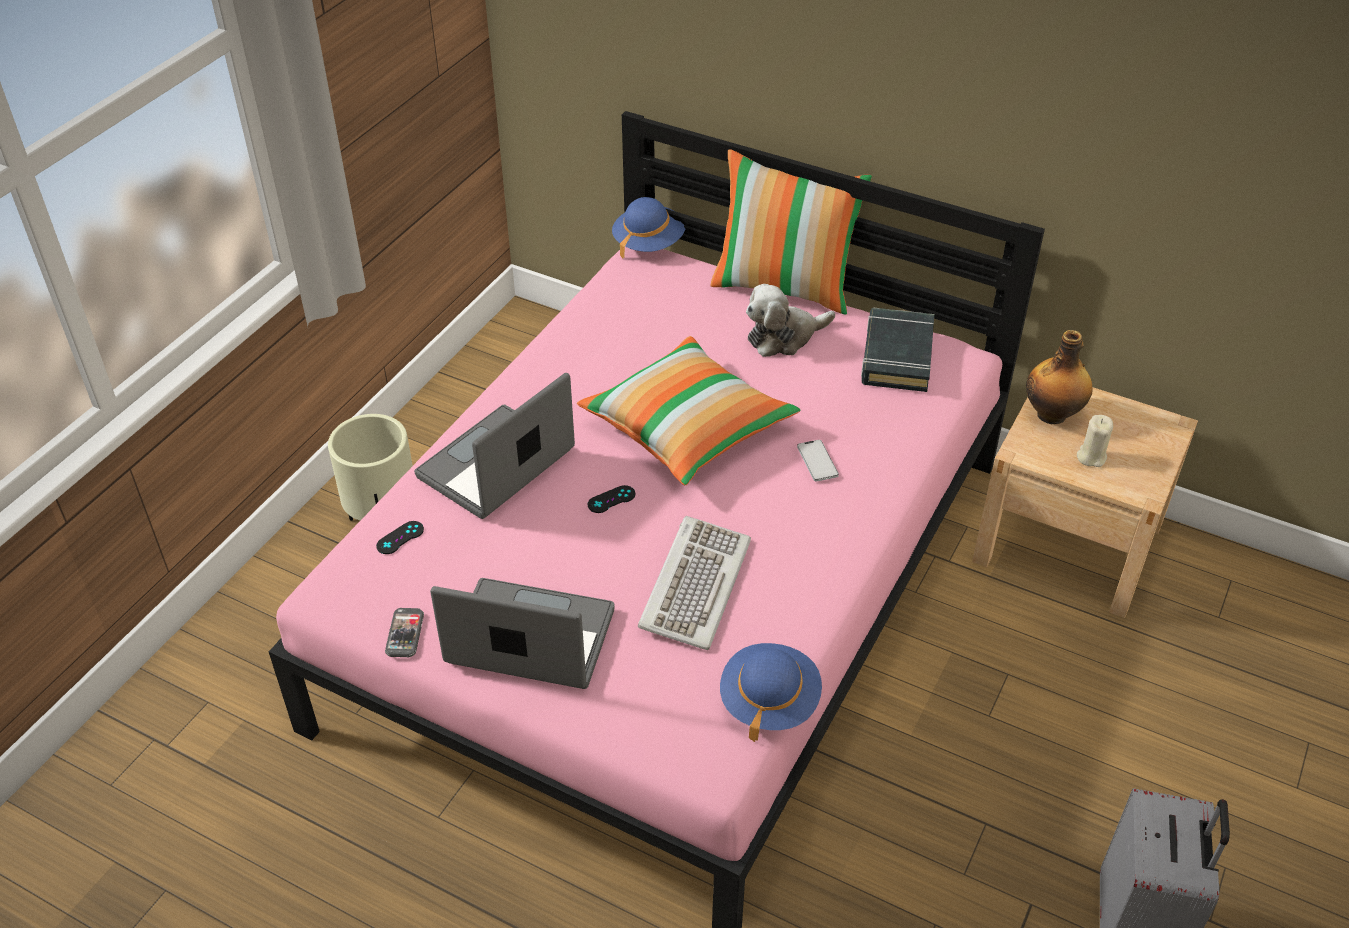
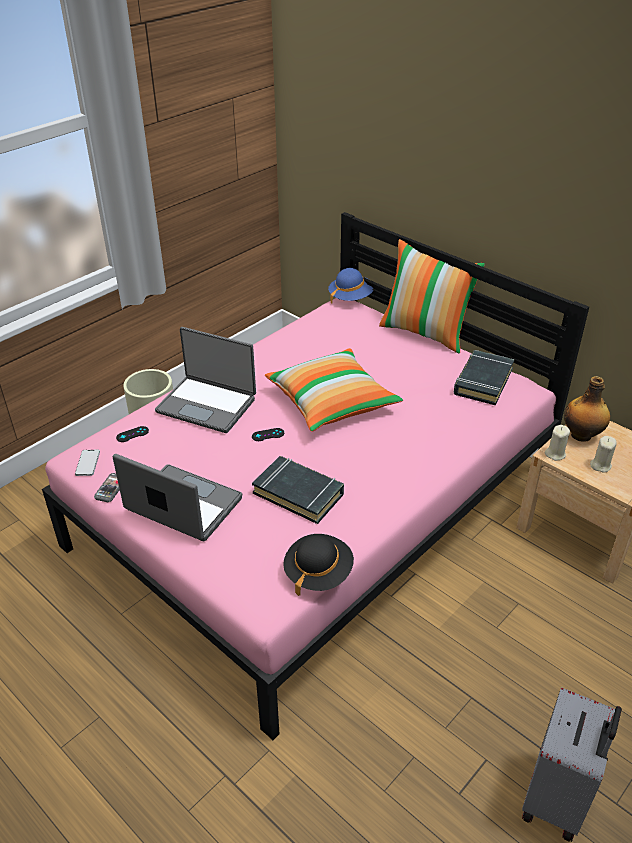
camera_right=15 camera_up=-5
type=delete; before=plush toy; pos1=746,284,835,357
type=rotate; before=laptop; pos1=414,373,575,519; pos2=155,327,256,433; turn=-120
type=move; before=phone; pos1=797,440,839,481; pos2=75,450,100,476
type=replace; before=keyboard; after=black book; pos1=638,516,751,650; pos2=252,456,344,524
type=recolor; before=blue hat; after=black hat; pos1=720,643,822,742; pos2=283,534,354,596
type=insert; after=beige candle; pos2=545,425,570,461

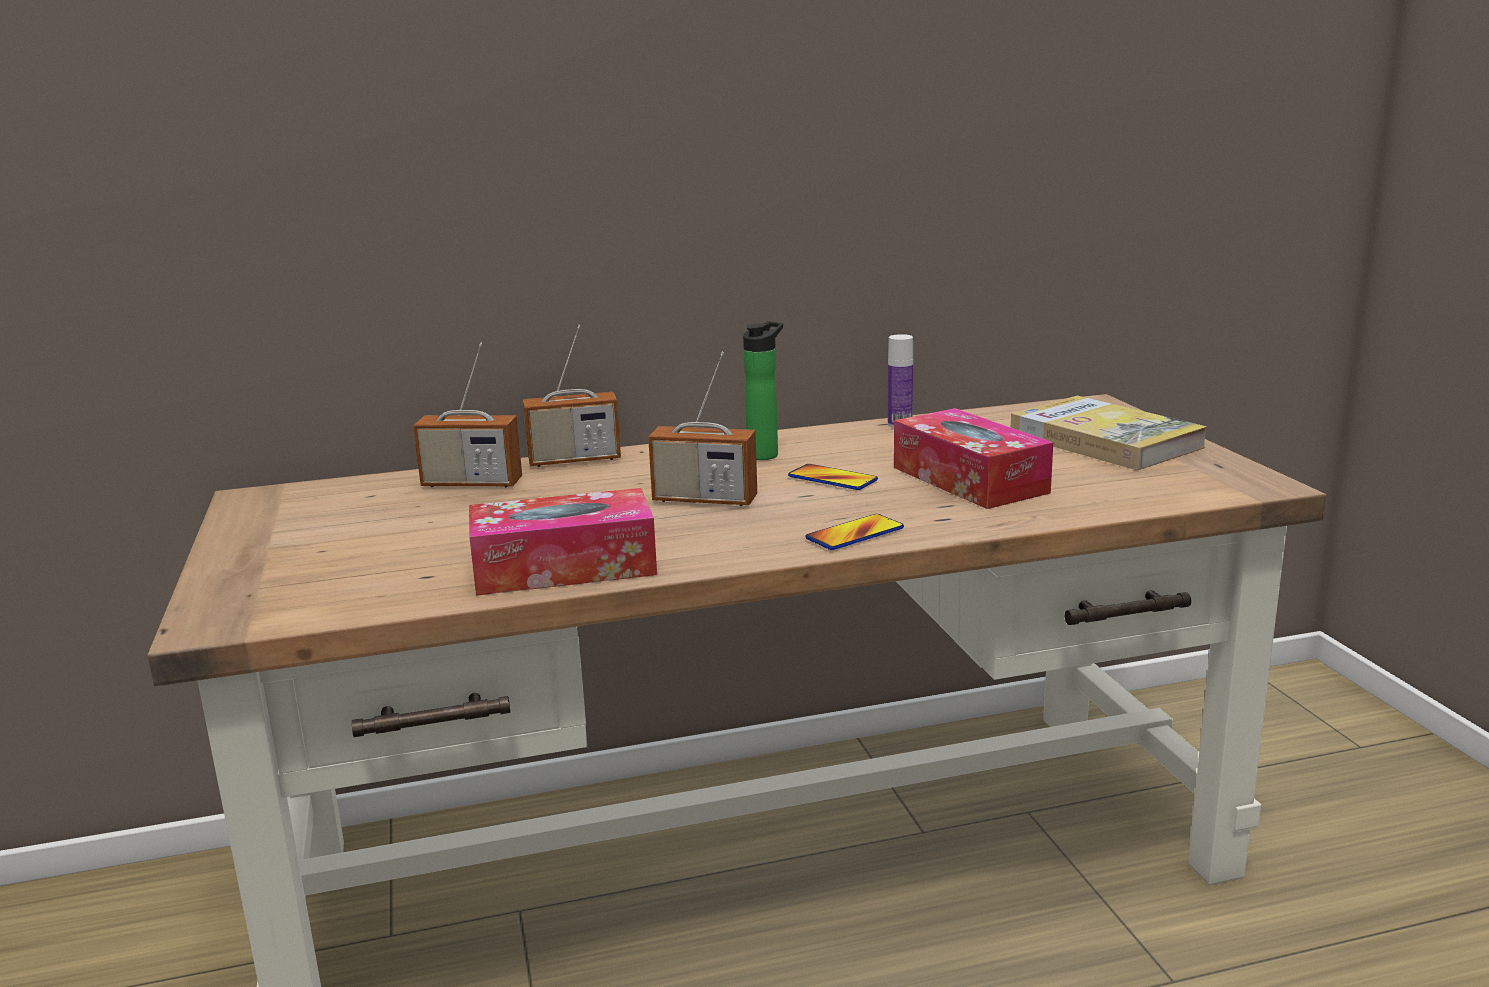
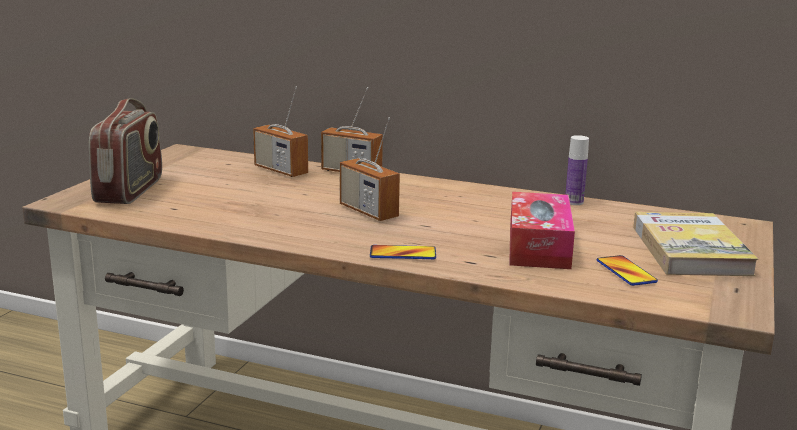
camera_right=35 camera_up=0
type=delete; before=bottle; pos1=743,321,783,460
type=move; before=phone; pos1=788,464,878,490; pos2=597,255,658,286
type=delete; before=tissue box; pos1=469,488,657,596
type=insert; after=radio; pos2=89,98,162,204

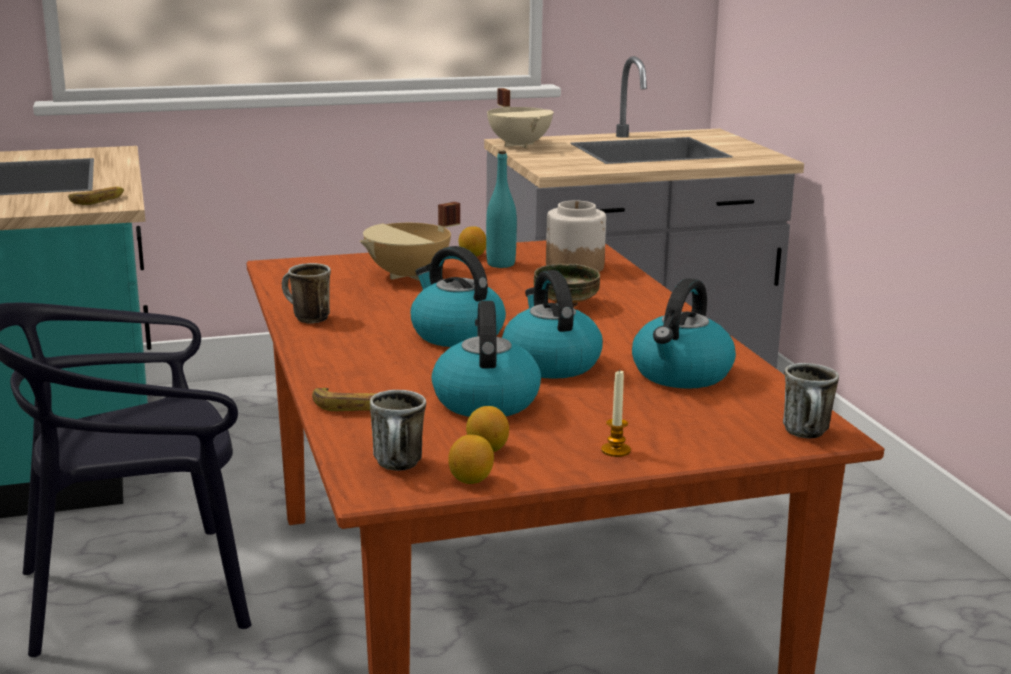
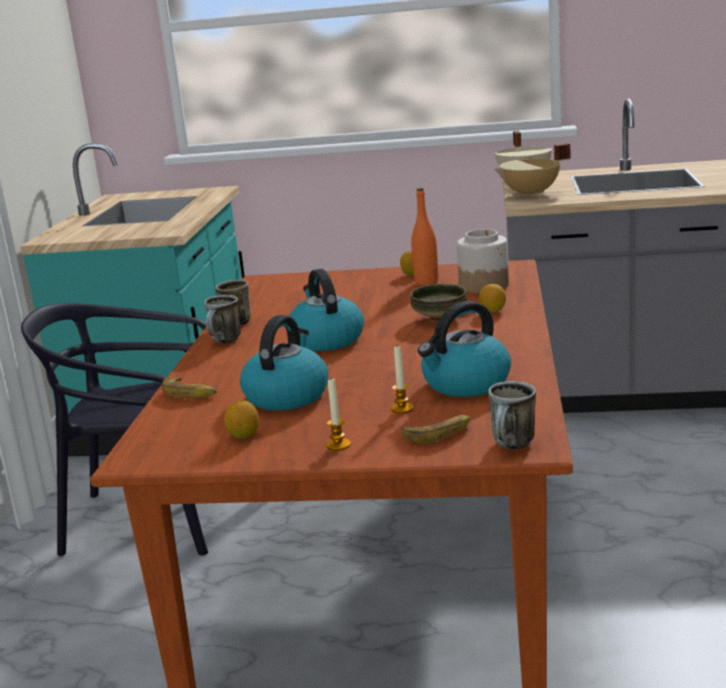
camera_right=25 camera_up=0
type=recolor; before=turquoise bottle; after=orange bottle; pos1=486,151,517,268; pos2=411,188,438,285
type=move; before=banana; pos1=68,187,124,205; pos2=402,415,471,444
type=move; before=beige cooking pot; pos1=360,202,460,281; pos2=494,143,571,197
type=delete; before=kettle; pos1=502,270,603,379
type=move; before=mug; pos1=370,390,426,471; pos2=204,295,241,343
type=move; before=lemon; pos1=448,435,494,484; pos2=479,284,506,313
type=insert; after=candle; pos2=391,346,414,414

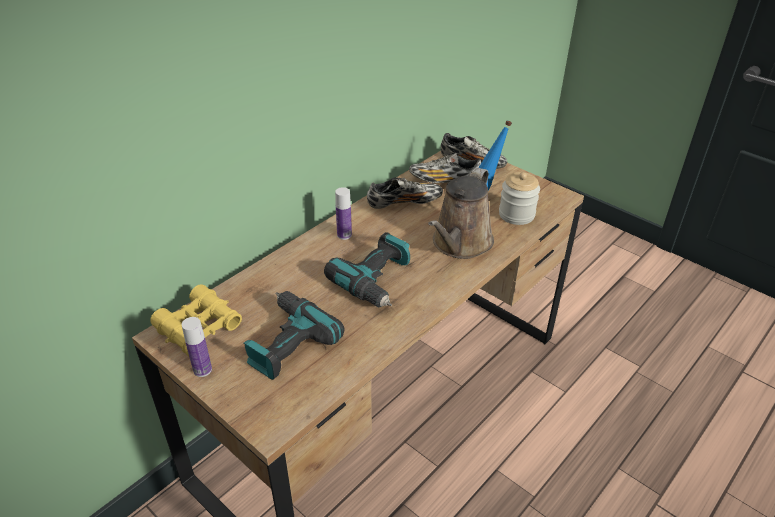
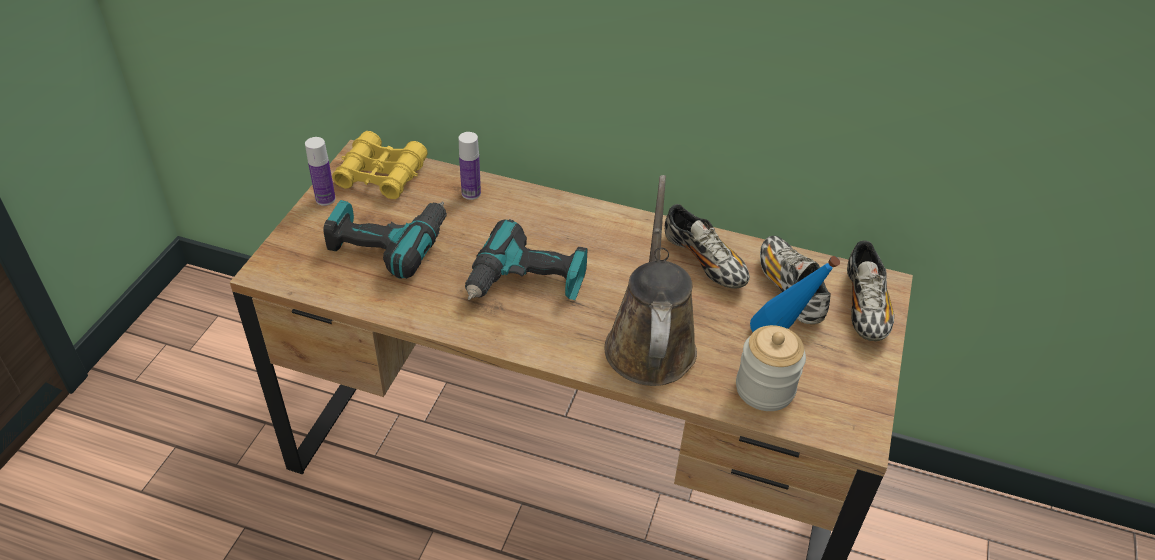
camera_right=65 camera_up=5
type=rotate; before=brown watering can; pos1=428,168,494,259; pos2=605,175,697,386; turn=90
type=move; before=bottle; pos1=335,187,352,240; pos2=459,132,481,200

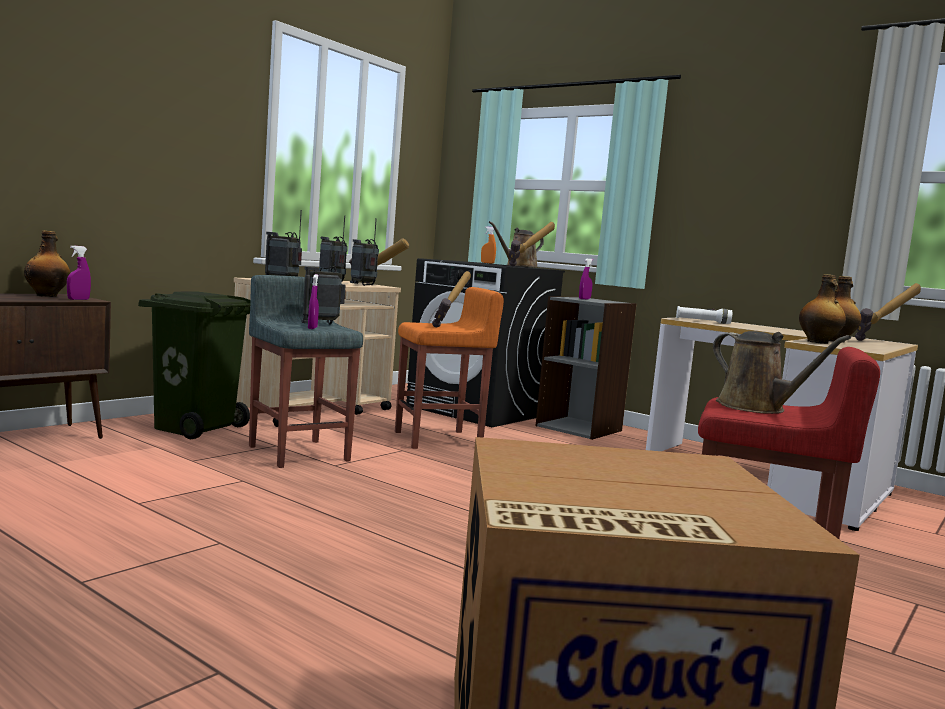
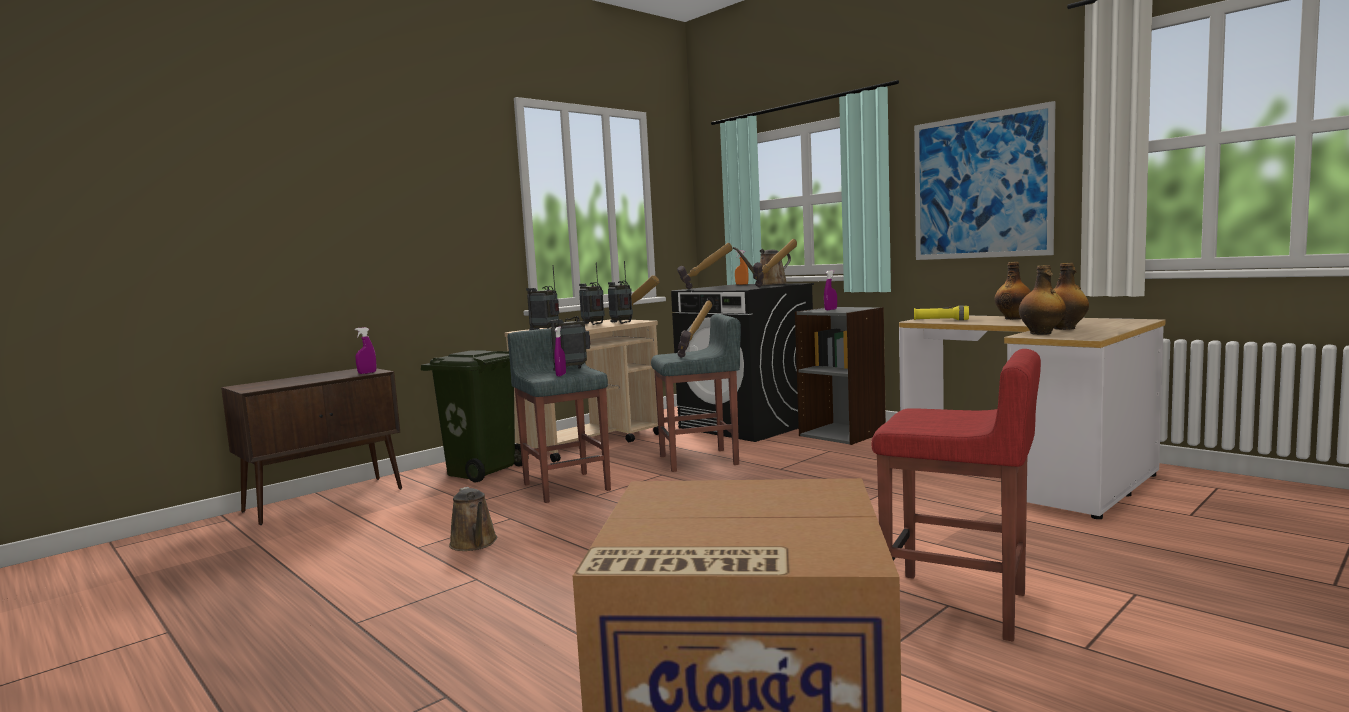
camera_right=10 camera_up=0
type=move; before=bottle; pos1=24,230,70,297; pos2=994,262,1031,320
type=move; before=hammer; pos1=855,283,921,341; pos2=677,243,733,289
type=recolor; before=orange stool; after=grey stool; pos1=395,287,504,449; pos2=651,314,741,472
type=recolor; before=white flashlight; after=yellow flashlight; pos1=676,306,732,324; pos2=914,306,969,320
type=move; before=brown watering can; pos1=713,331,851,414; pos2=449,487,498,551
type=insert; after=picture; pos2=914,101,1055,260

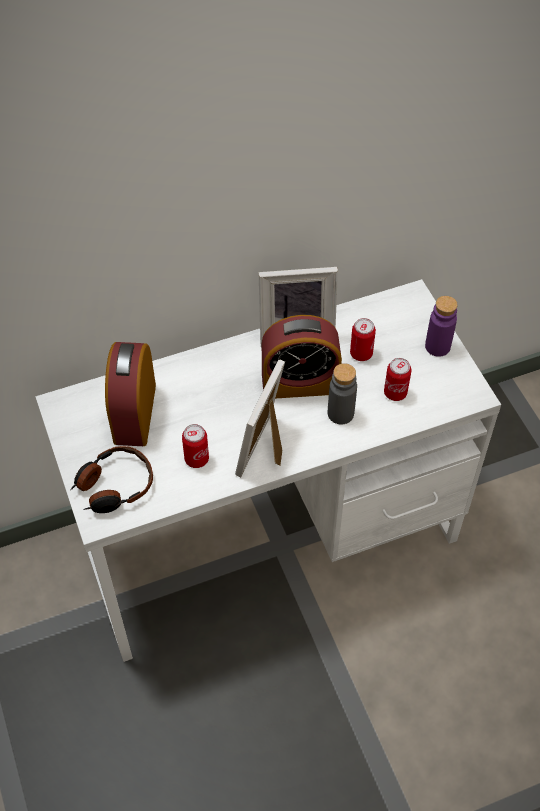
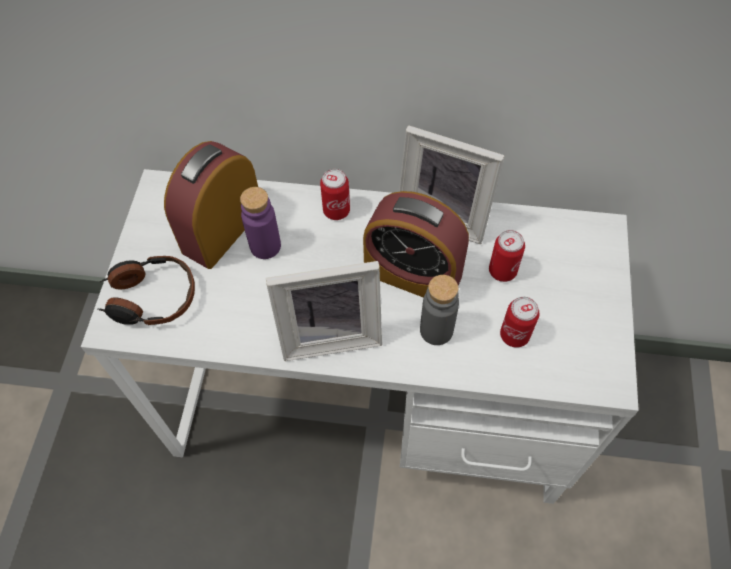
camera_right=30 camera_up=5
type=move; before=purple bottle; pos1=425,296,458,357; pos2=240,187,281,259
type=rotate; before=picture frame; pos1=235,360,285,477; pos2=266,261,382,361; turn=-150
type=move; before=can; pos1=182,424,209,468; pos2=320,169,350,220

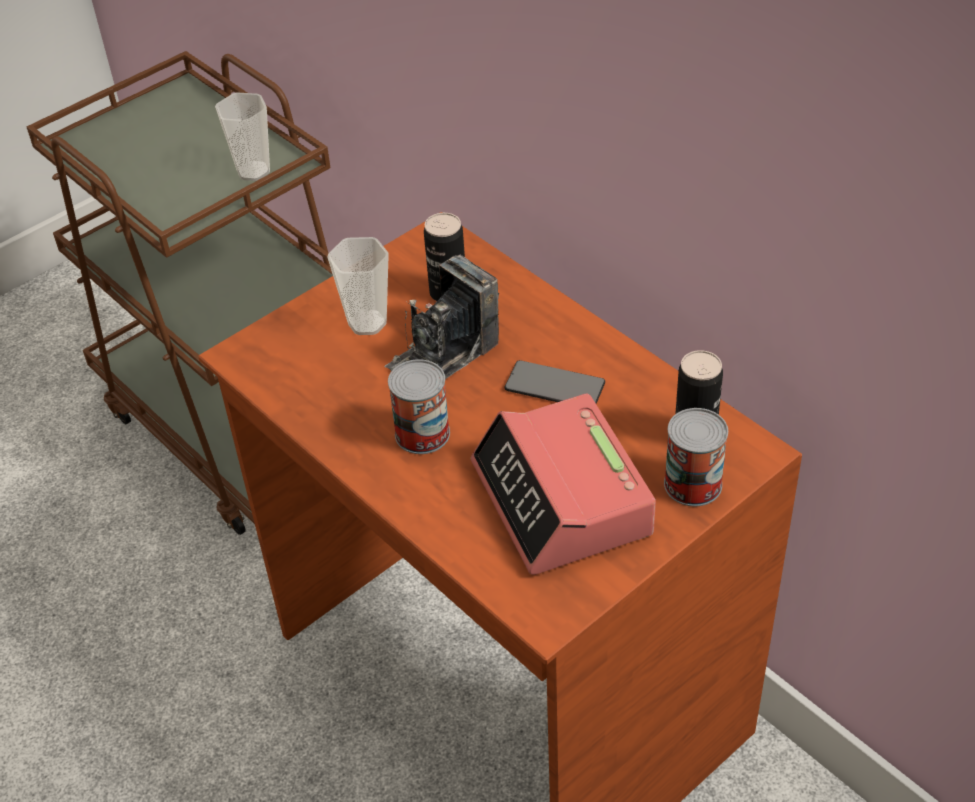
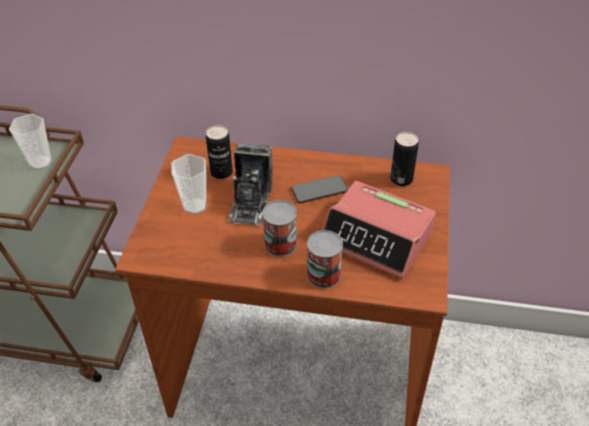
camera_right=-40 camera_up=0
type=move; before=can; pos1=664,408,728,506; pos2=307,230,343,289

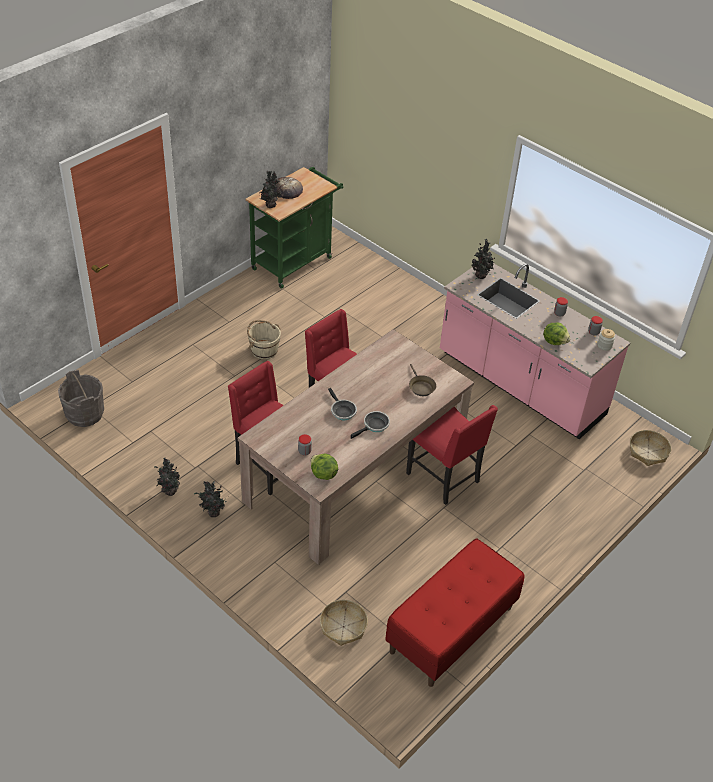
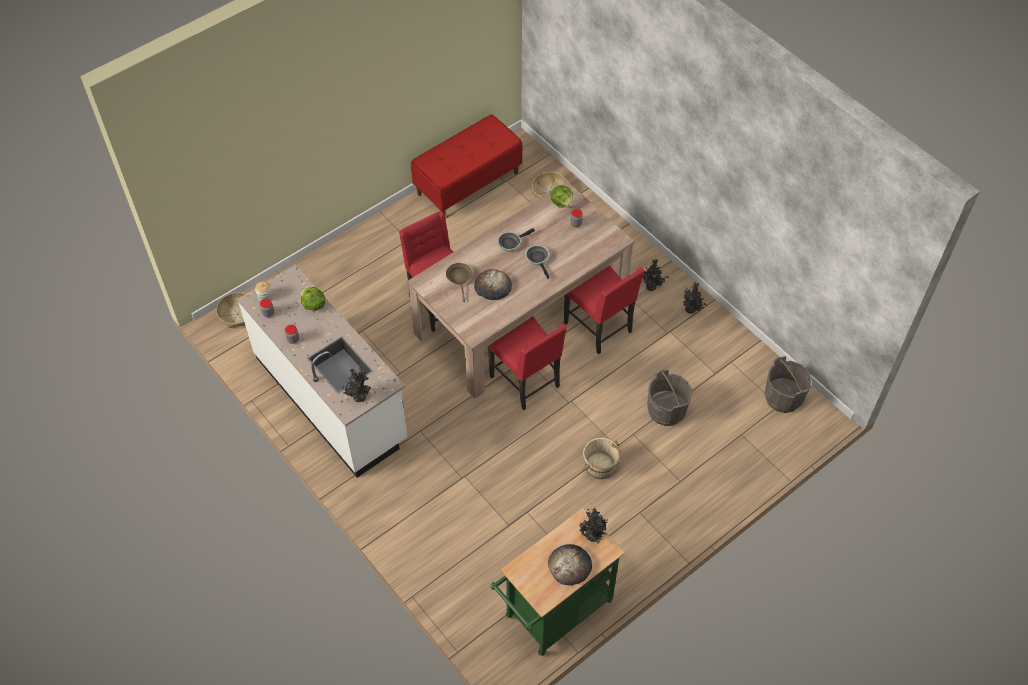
camera_right=-170 camera_up=10
type=recolor; before=pink counter; after=white counter; pos1=440,263,630,439; pos2=237,265,407,478
type=insert; after=bread; pos2=474,269,512,300
type=insert; after=grey bucket; pos2=647,369,692,426

